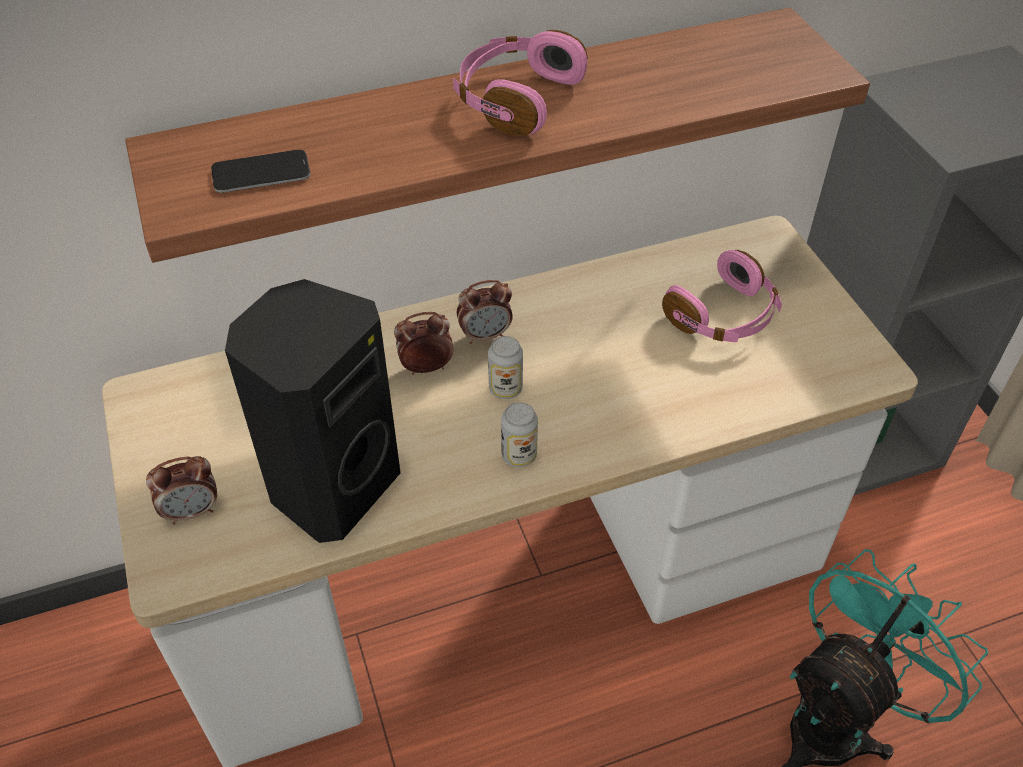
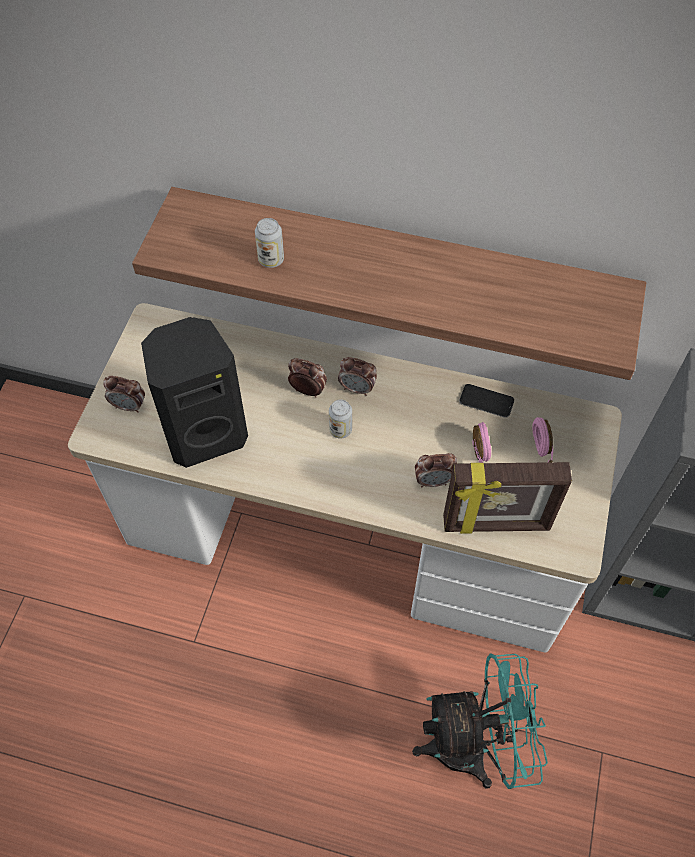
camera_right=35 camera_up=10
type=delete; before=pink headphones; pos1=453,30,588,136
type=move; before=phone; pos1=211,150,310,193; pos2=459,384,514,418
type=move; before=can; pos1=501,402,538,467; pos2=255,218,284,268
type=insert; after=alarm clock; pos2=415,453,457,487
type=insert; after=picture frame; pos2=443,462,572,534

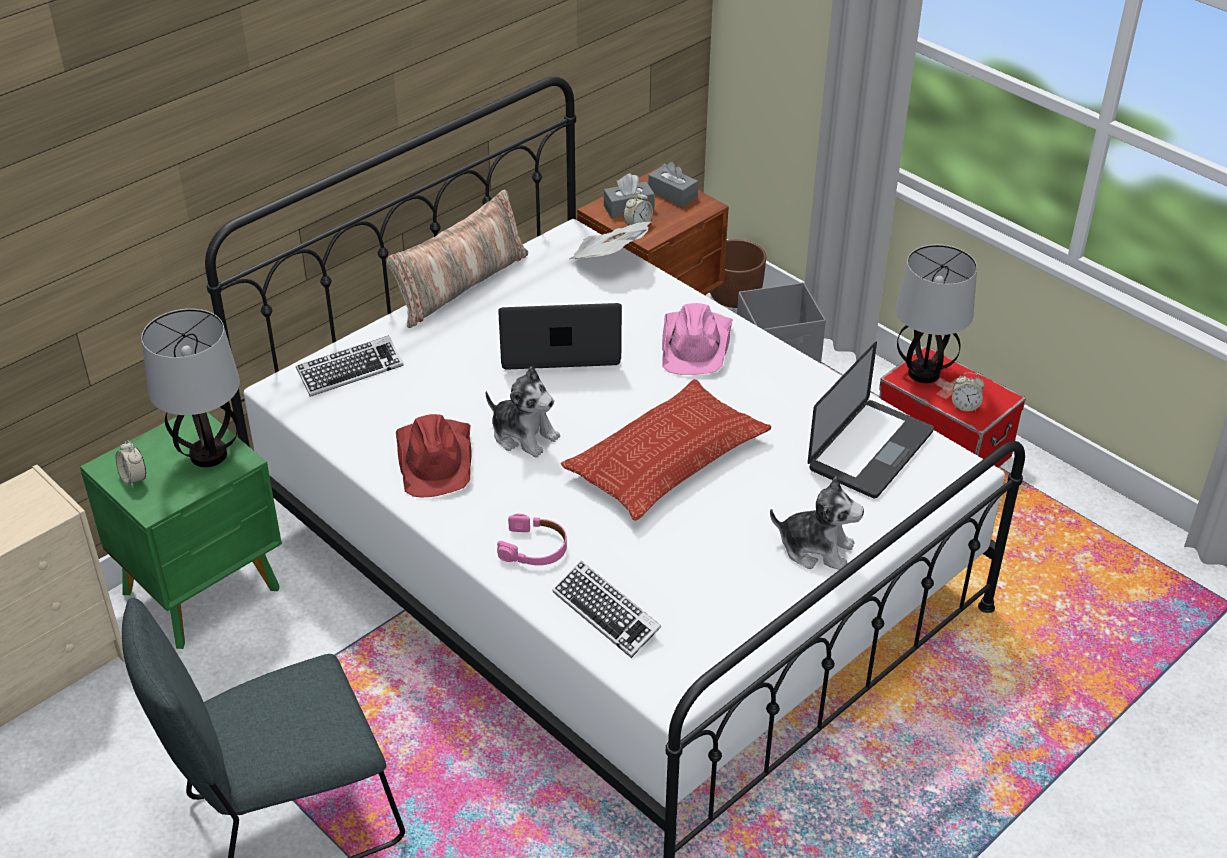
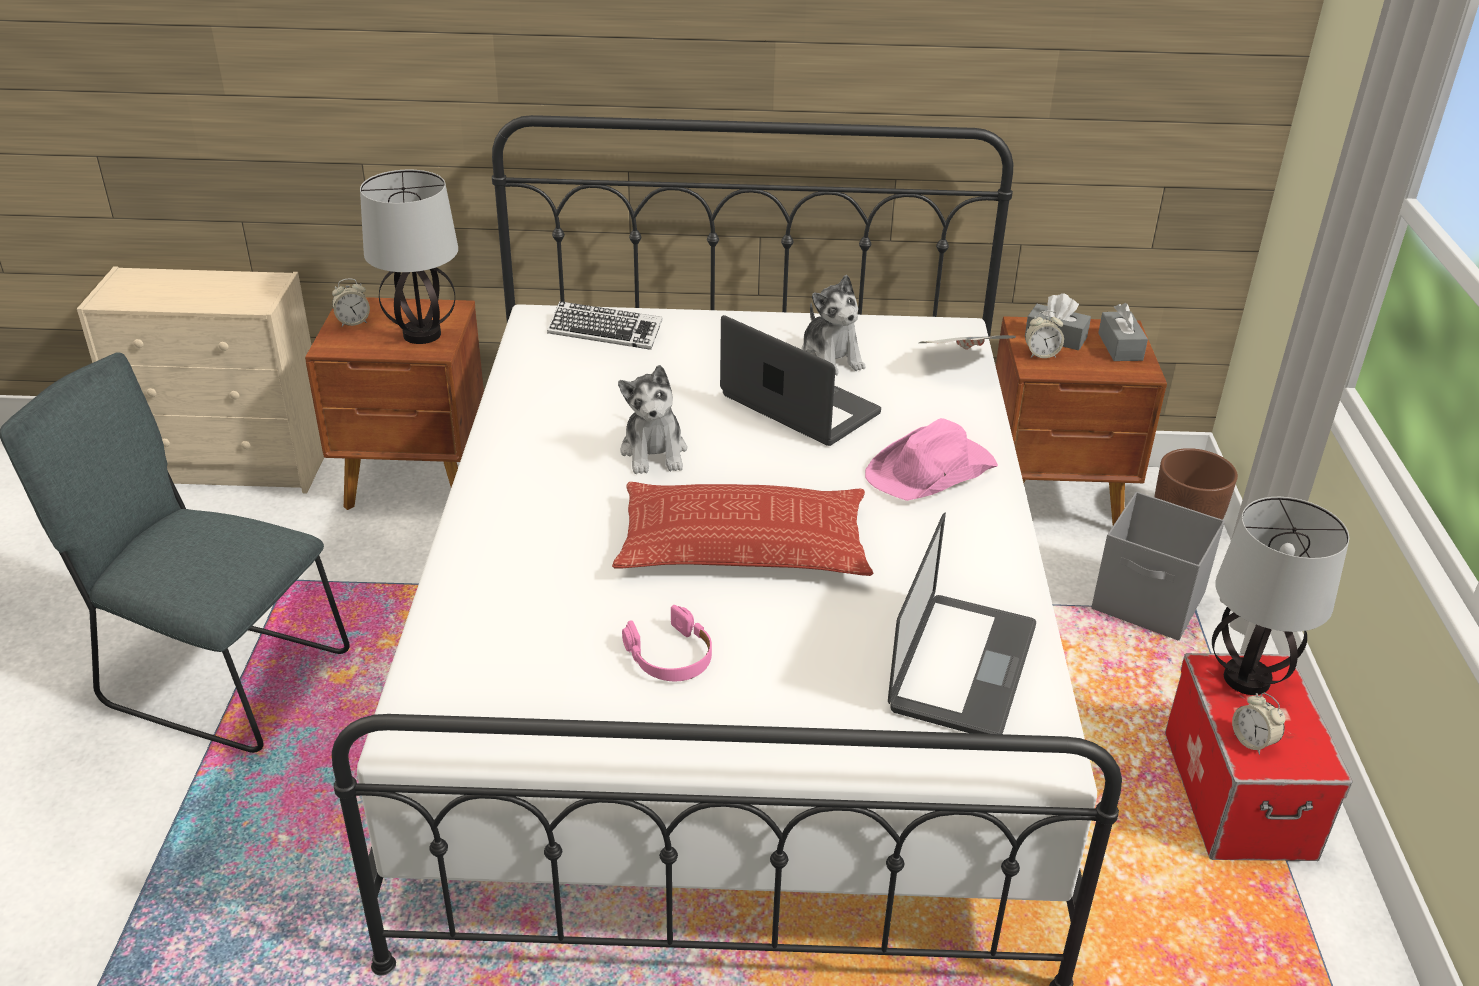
camera_right=45 camera_up=-5
type=delete; before=pillow; pos1=387,190,528,328
type=rotate; before=laptop; pos1=808,342,934,498; pos2=888,512,1036,734; turn=-60
type=recolor; before=green nightstand; after=brown nightstand; pos1=80,412,282,649; pos2=305,297,484,510
type=delete; before=red hat; pos1=396,414,471,497
type=rotate; before=alarm clock; pos1=116,440,146,488; pos2=332,278,370,327; turn=-120
type=move; before=plush toy; pos1=770,476,864,570; pos2=802,275,866,375
type=move; before=pink headphones; pos1=497,514,567,565; pos2=622,605,712,681
type=delete; before=keyboard; pos1=553,561,661,658

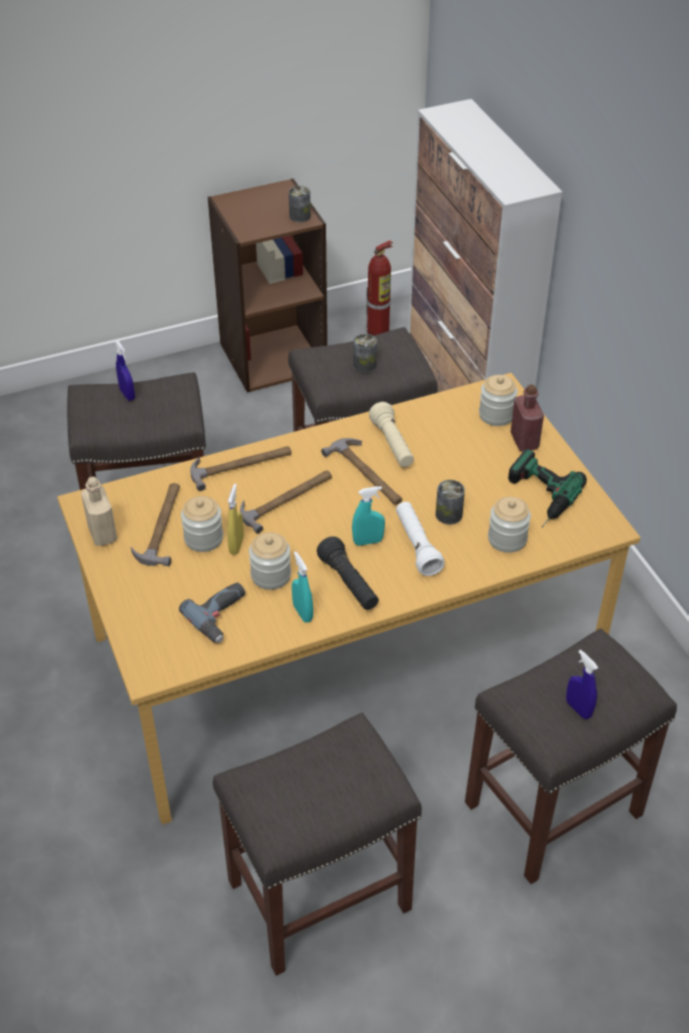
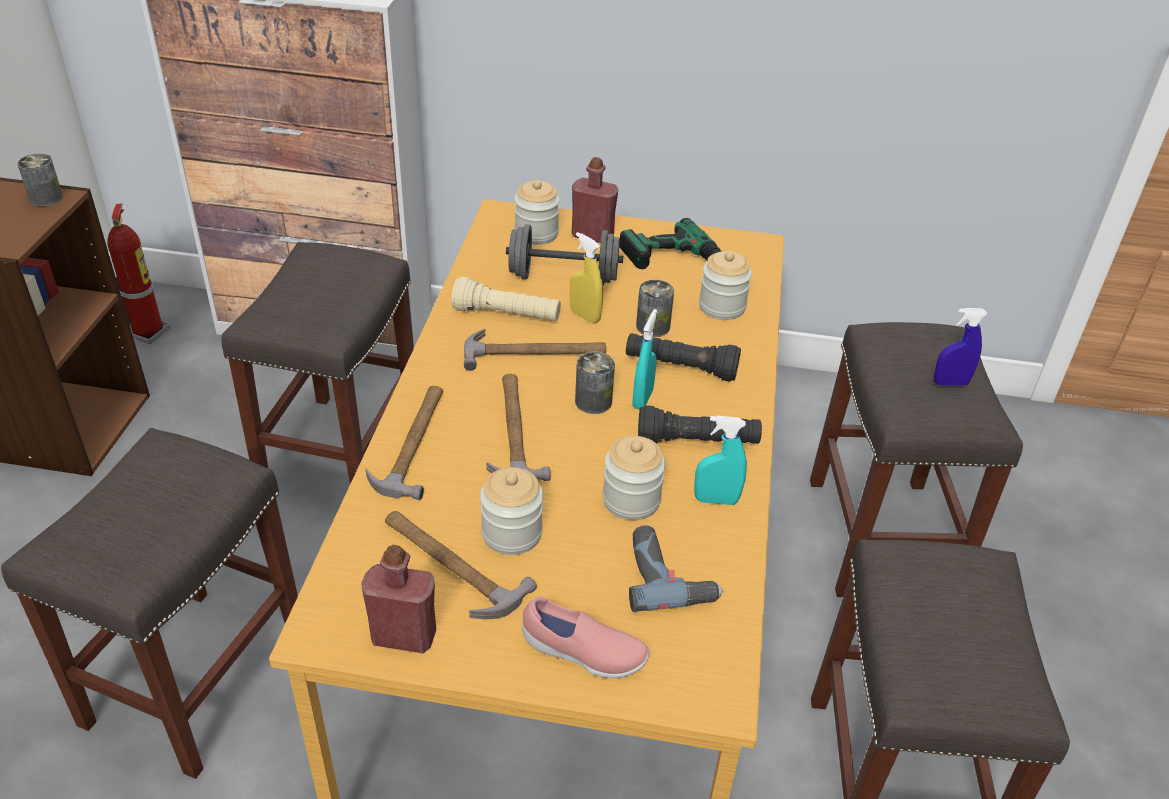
camera_right=-60 camera_up=-5
type=move; before=can; pos1=353,334,377,373; pos2=575,351,615,414
type=delete; before=blue spray bottle; pos1=115,341,135,401
type=recolor; before=beige bottle; after=red bottle; pos1=81,477,117,546; pos2=361,545,436,654
type=move; before=yellow spray bottle; pos1=227,484,244,555; pos2=569,232,603,324
type=recolor; before=white flashlight; after=black flashlight; pos1=396,502,445,576; pos2=626,333,741,382
type=insert; after=grey dumbbell; pos2=506,224,623,286
type=insert; after=pink shoe; pos2=522,597,649,678

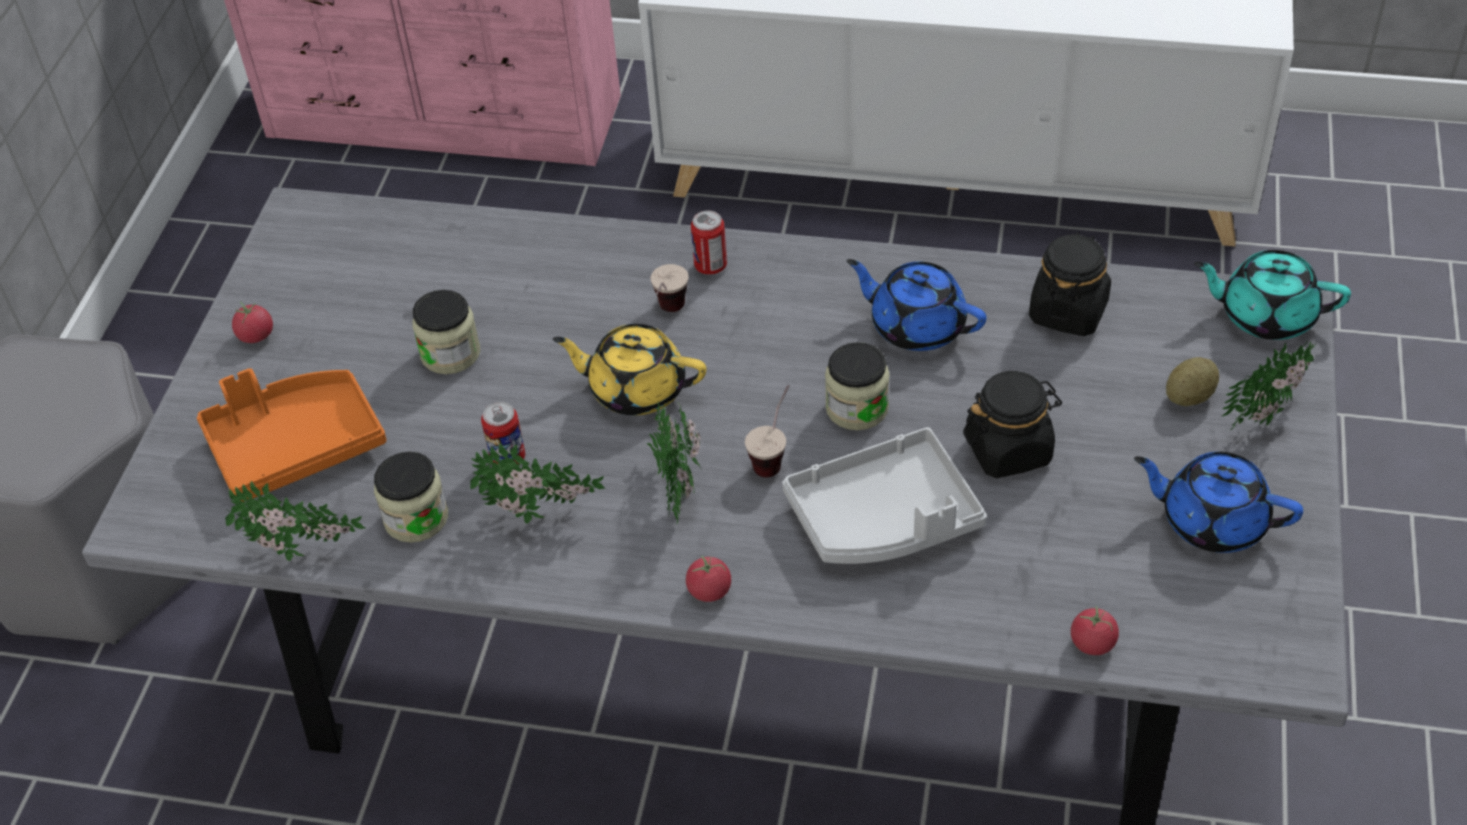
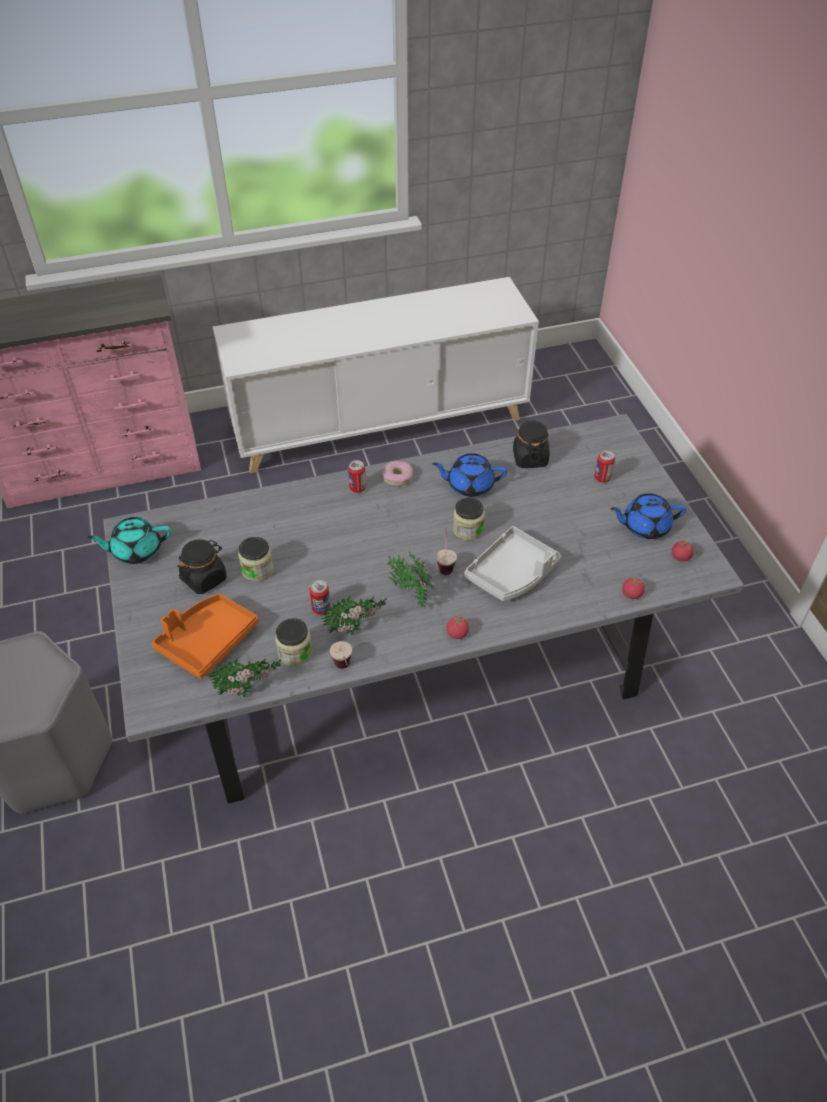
camera_right=-30 camera_up=0
type=move; before=turquoise teapot; pos1=1194,250,1351,340; pos2=87,517,171,564
type=move; before=cup; pos1=651,264,689,312; pos2=330,641,352,669
type=move; before=tomato; pos1=232,301,273,343; pos2=672,539,694,562
type=delete; before=yellow teapot; pos1=553,324,707,415
type=delete; before=potted plant; pos1=1222,342,1317,430
type=replace; before=potato; after=can; pos1=1166,357,1219,406; pos2=594,450,615,483
type=move; before=black jar; pos1=963,371,1062,478; pos2=178,539,227,594
type=insert; after=donut; pos2=382,461,413,486

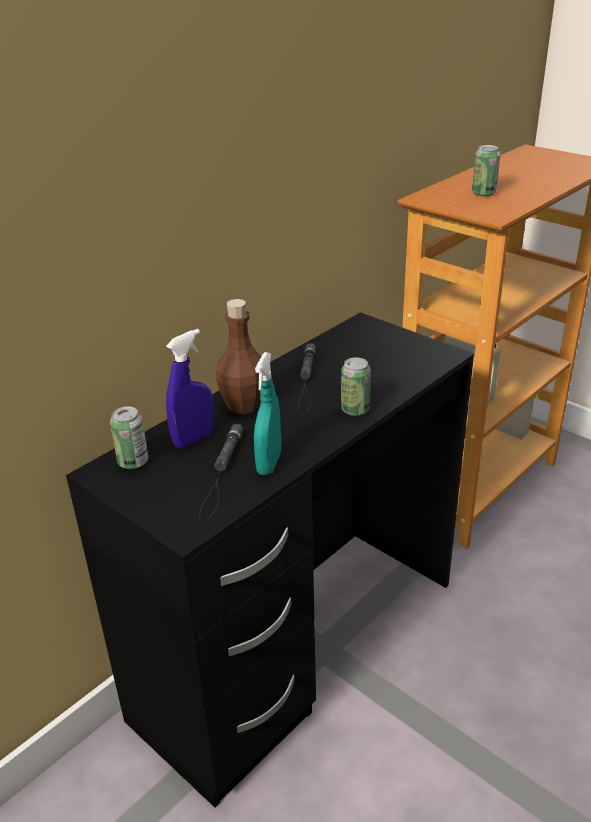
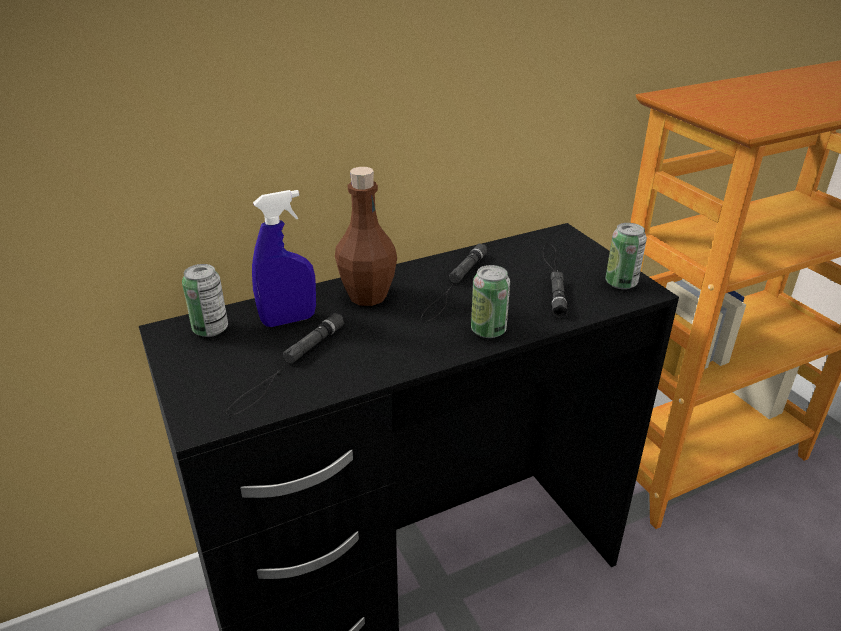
camera_right=20 camera_up=0
type=move; before=can; pos1=472,145,500,196; pos2=605,223,647,289
type=delete; before=turquoise spray bottle; pos1=254,352,281,475
type=insert; after=black flashlight; pos2=543,244,568,318

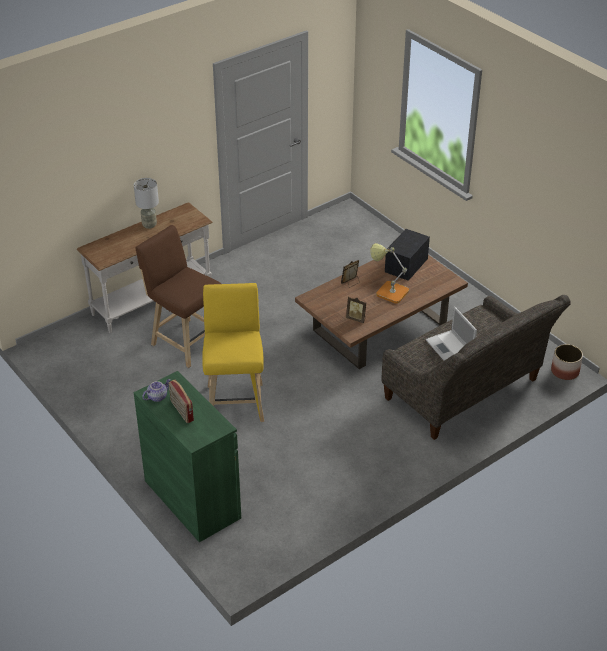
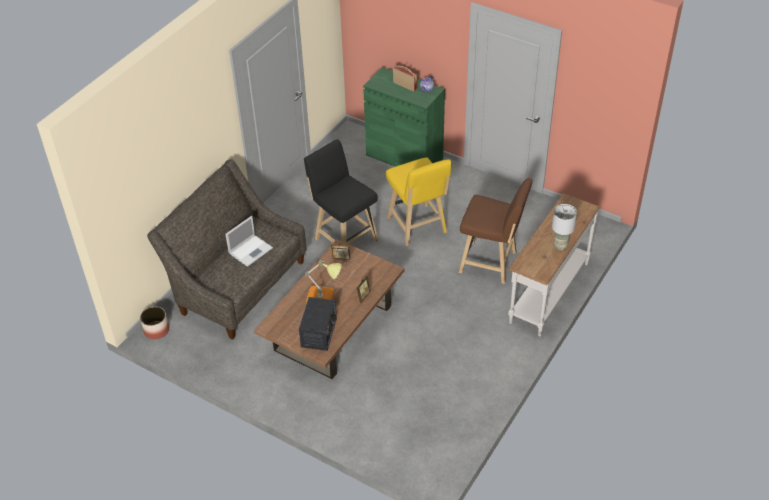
camera_right=160 camera_up=5
type=rotate; before=laptop; pos1=426,307,477,361; pos2=225,216,273,267; turn=90
type=insert; after=black stool; pos2=304,139,379,244

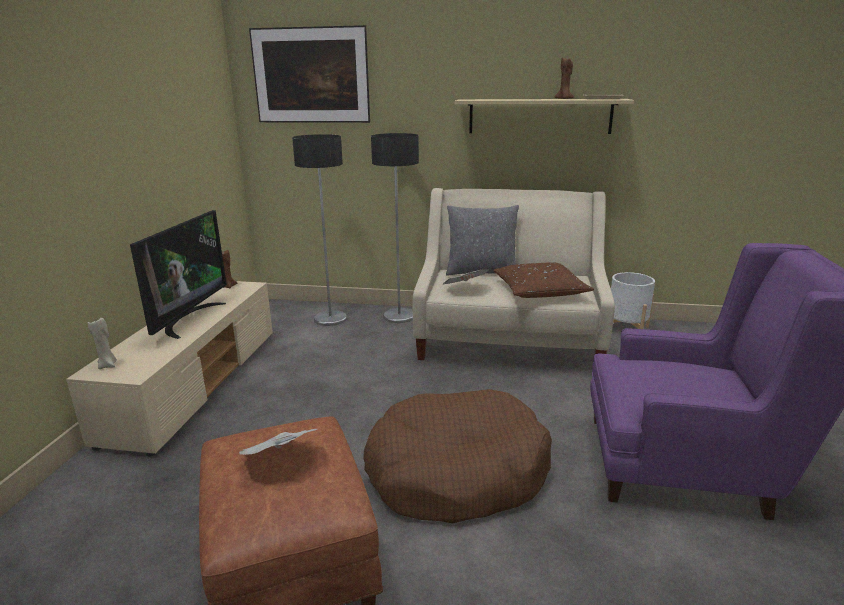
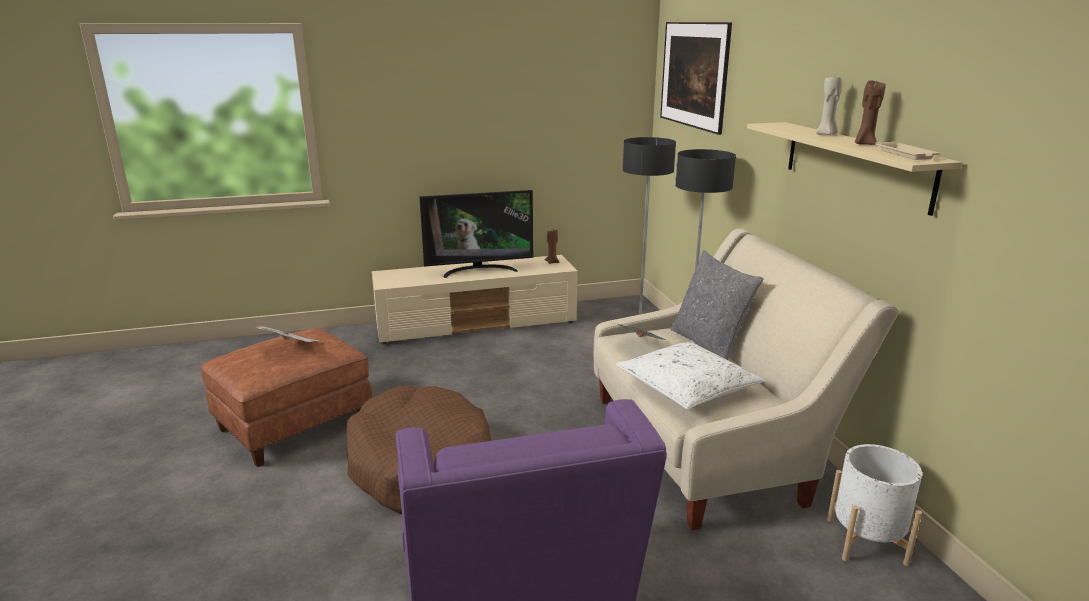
camera_right=65 camera_up=0
type=recolor; before=brown pillow; after=white pillow; pos1=493,262,594,298; pos2=616,342,765,409
type=move; before=beige candle; pos1=88,317,117,369; pos2=816,75,843,135

